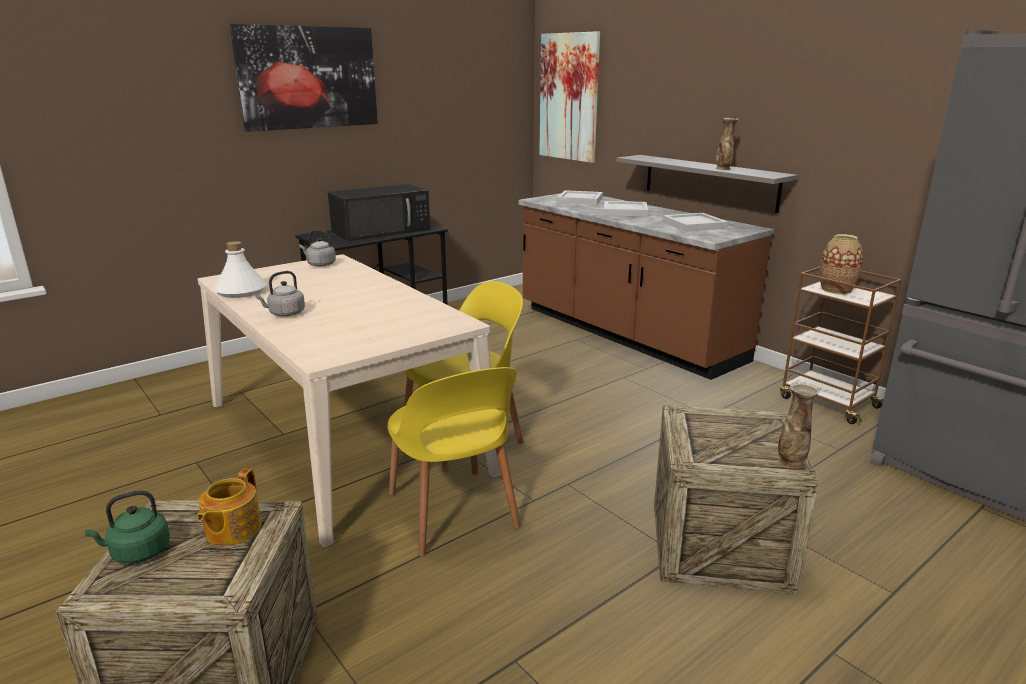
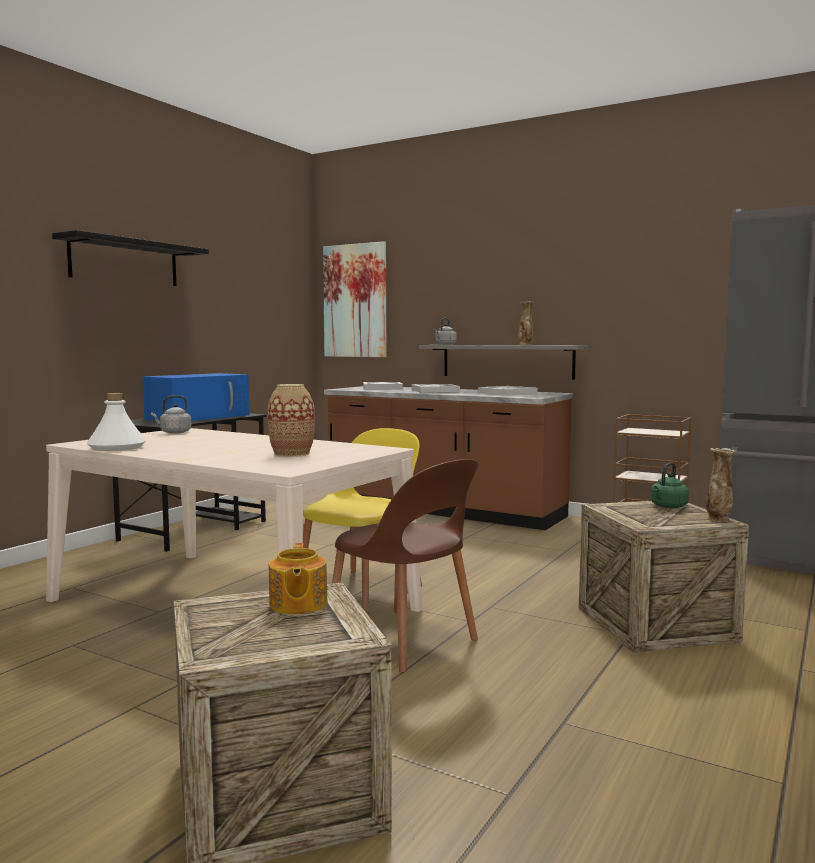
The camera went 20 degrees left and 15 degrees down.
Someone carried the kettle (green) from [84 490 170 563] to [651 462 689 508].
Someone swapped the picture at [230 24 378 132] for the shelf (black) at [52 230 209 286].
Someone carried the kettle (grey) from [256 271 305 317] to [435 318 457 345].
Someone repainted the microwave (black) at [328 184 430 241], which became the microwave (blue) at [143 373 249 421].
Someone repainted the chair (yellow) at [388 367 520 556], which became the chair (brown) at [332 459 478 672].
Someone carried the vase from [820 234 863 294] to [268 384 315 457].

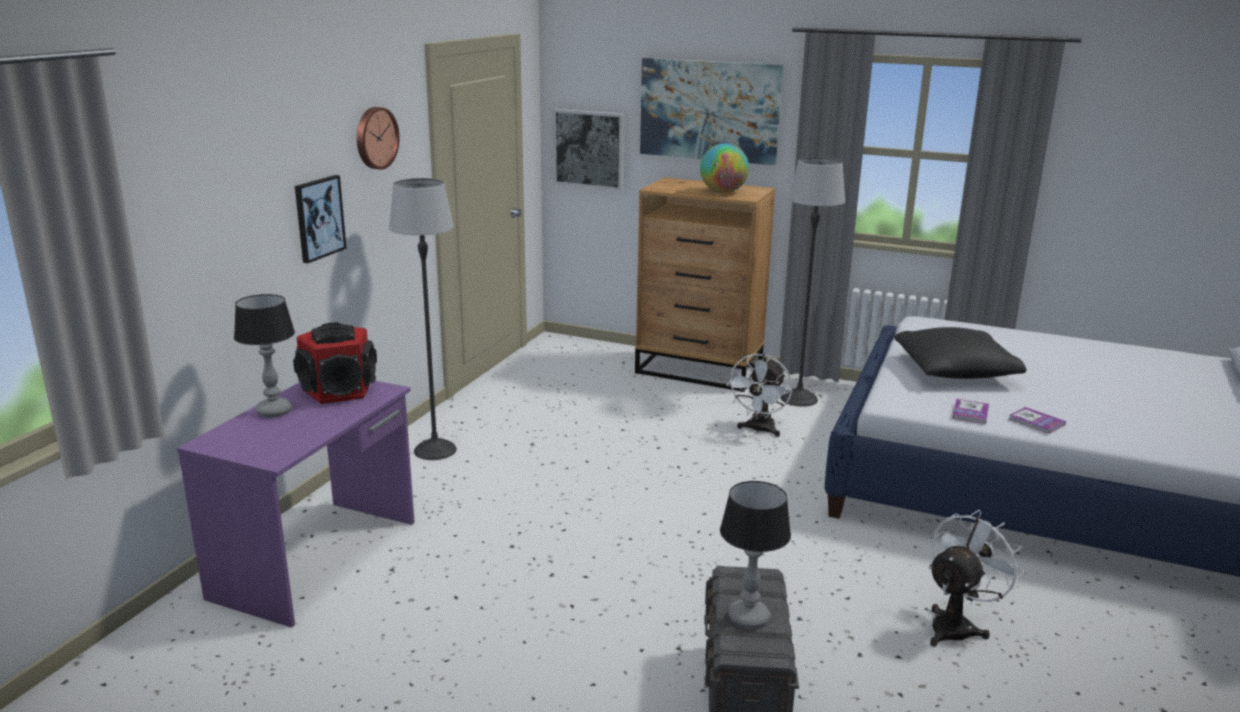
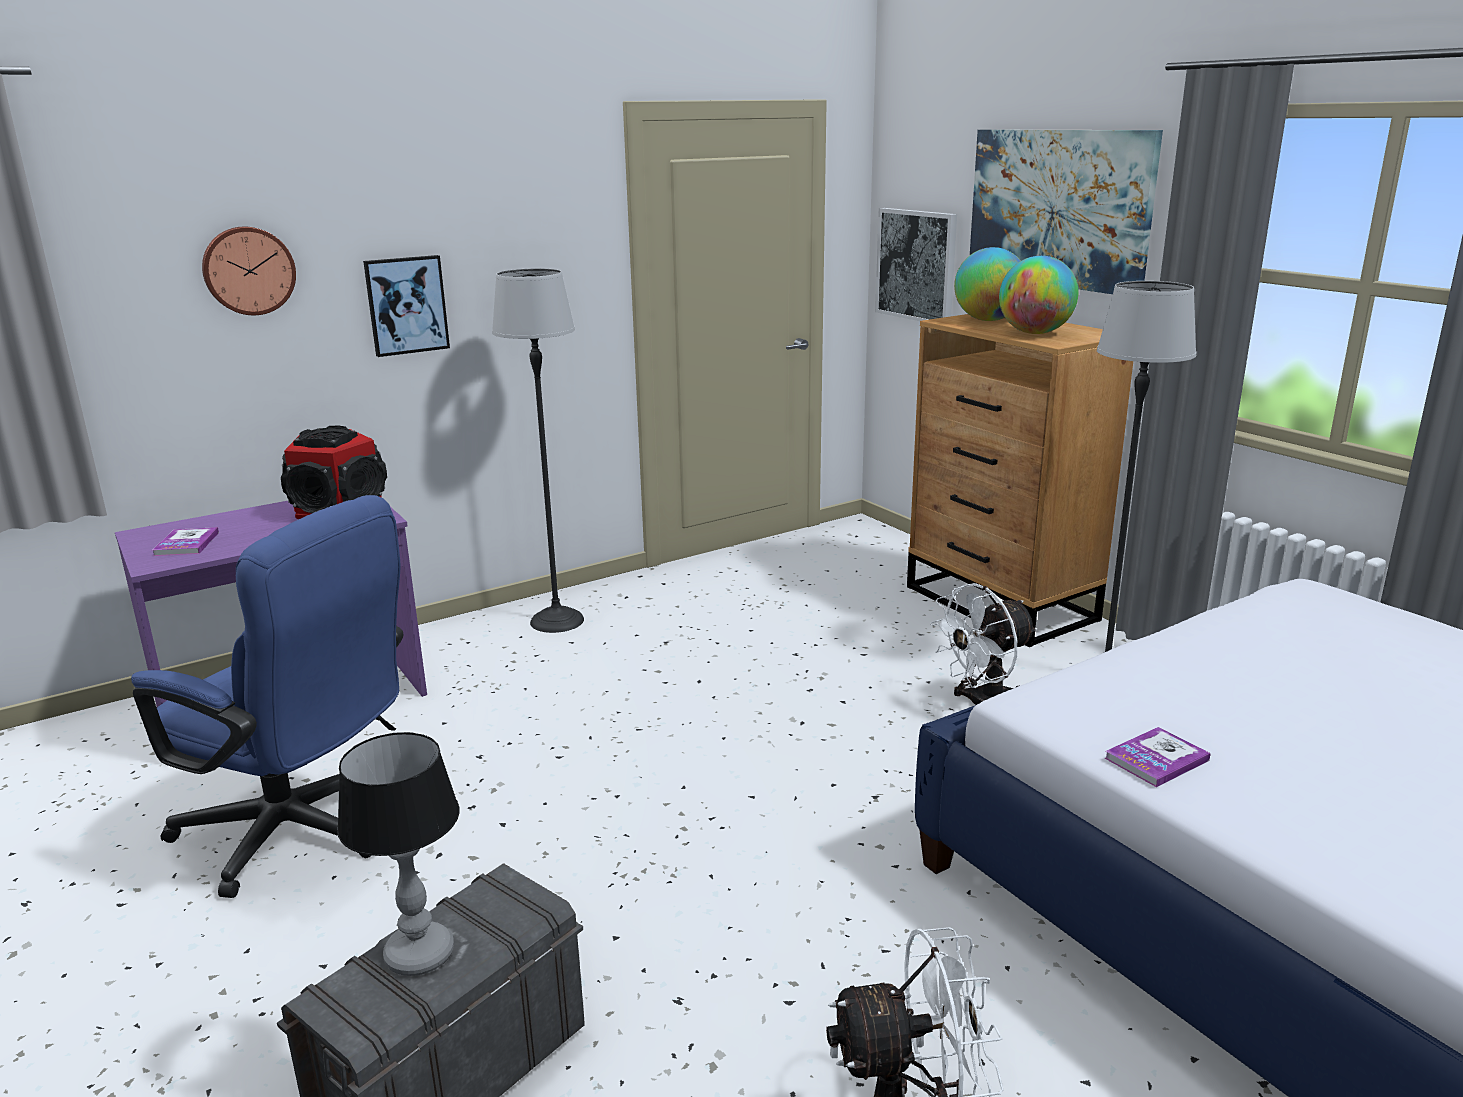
The camera went 35 degrees right and 0 degrees up.
Someone took away the table lamp at [234 294 295 417].
Someone carried the wall clock from [357 107 400 170] to [202 227 296 315].
Someone took away the pillow (black) at [894 327 1026 379].
Someone carried the book from [1009 407 1066 434] to [153 527 219 556].
Someone put down the office chair (blue) at [131 495 404 898].
Someone put down the globe at [954 247 1021 321].

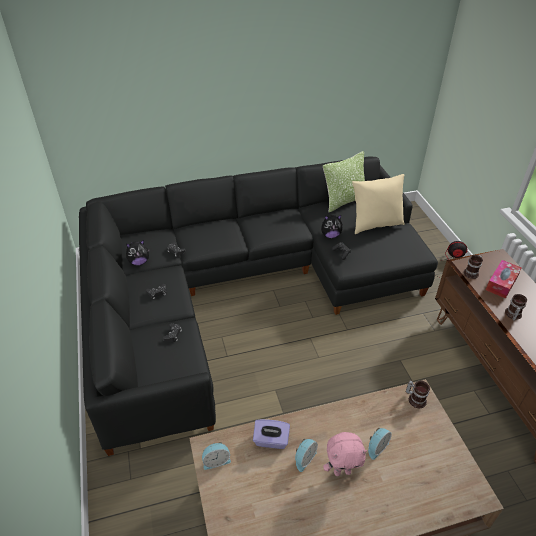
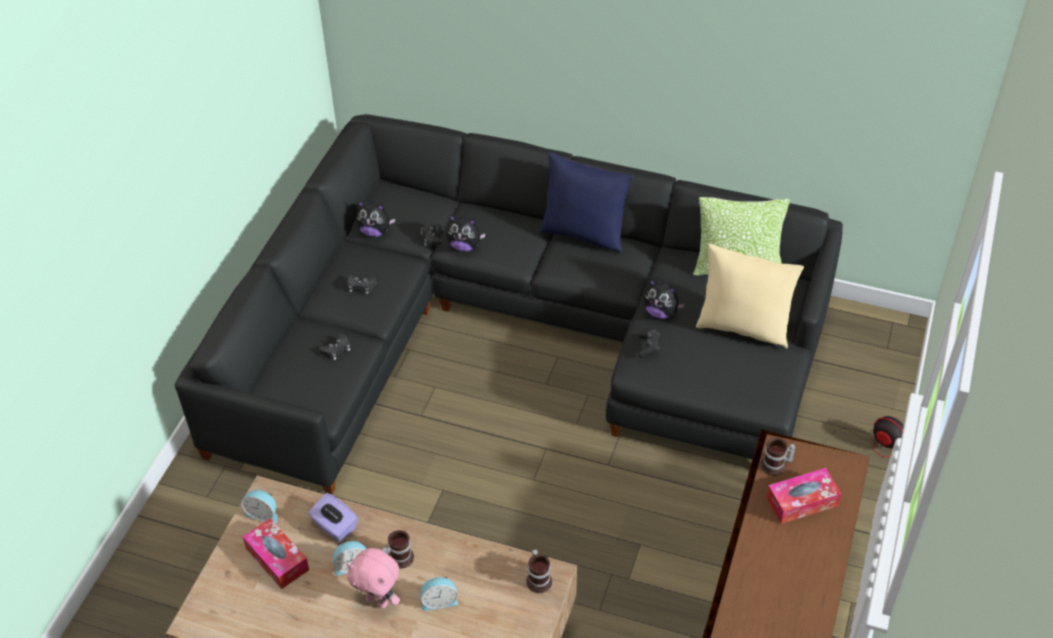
The camera went 35 degrees right and 5 degrees up.
Someone carried the mug from [505 294 527 321] to [381 530 414 569].
Someone put down the tissue box at [242 518 309 589].
Someone put down the plush toy at [447 215 486 252].
Someone put down the pillow (blue) at [540 152 634 254].

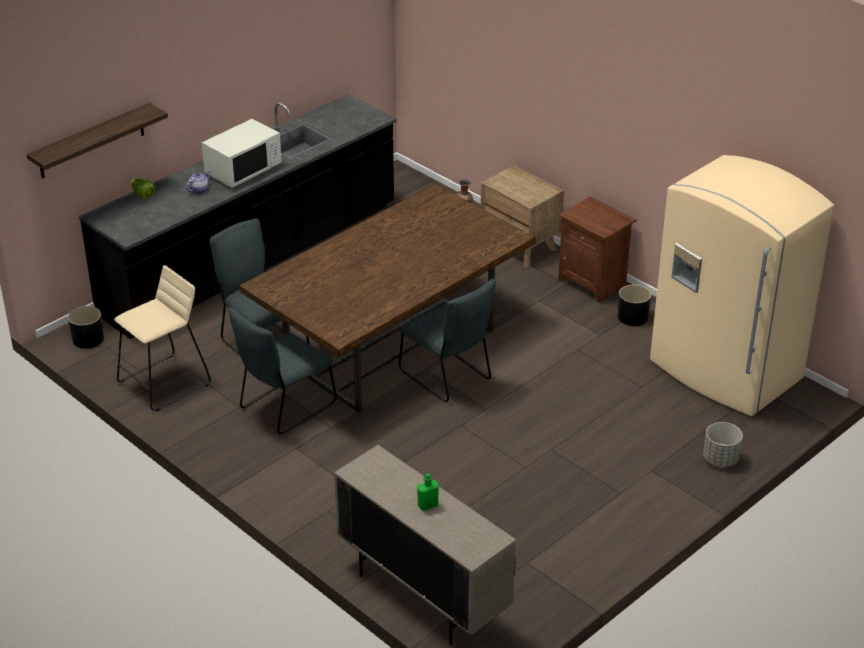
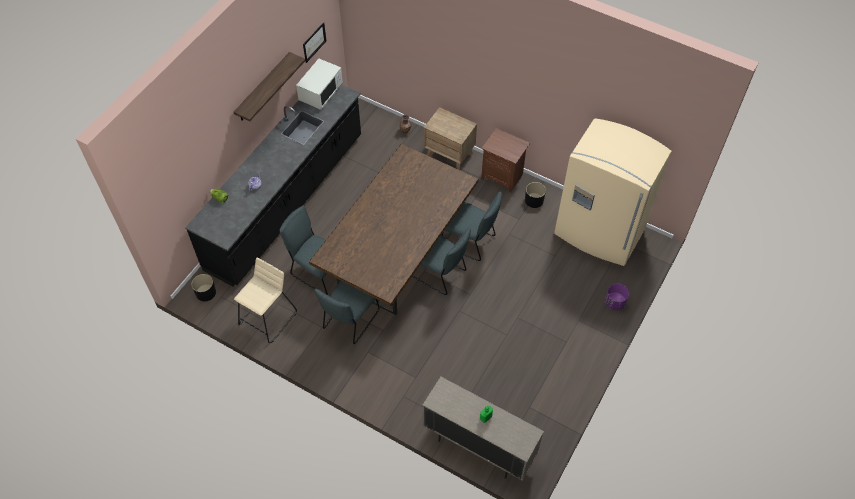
The camera went 15 degrees left and 20 degrees up.
Someone carried the shelf from [26 103 168 179] to [234 52 305 122].
Someone carried the microwave (white) from [202 119 282 188] to [296 59 343 110].
Someone repainted the planter (grey) at [703 422 743 467], which became the planter (purple) at [605 284 629 310].
Someone put up the picture at [303 22 326 63].
Someone put down the chair (grey) at [441 192 502 261].

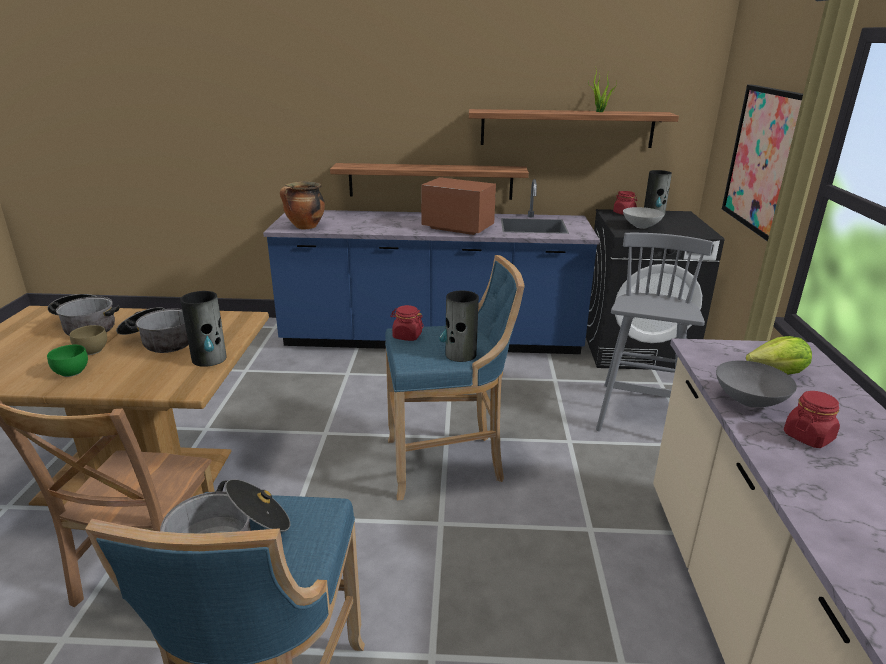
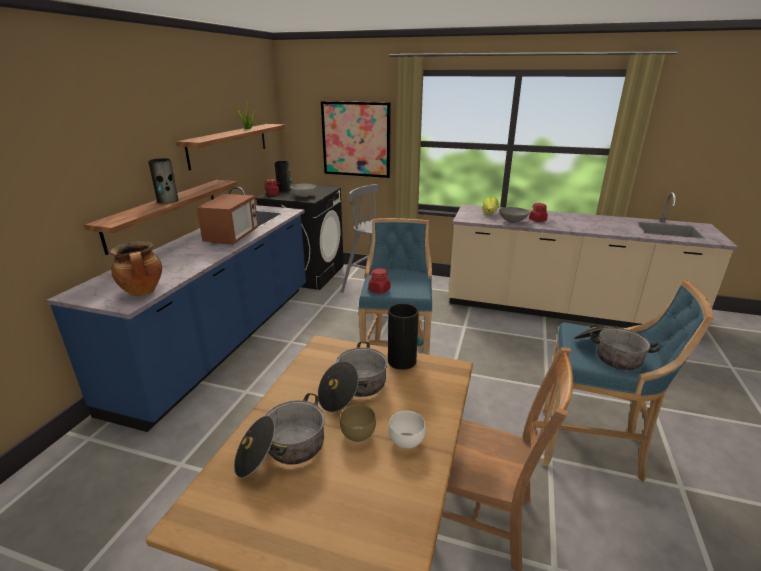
The camera went 75 degrees left and 0 degrees up.
Someone repainted the bowl (green) at [47 345 88 377], which became the bowl (white) at [389 411 425 449].
Someone rotated the microwave at [421 177 496 235] by 150 degrees clockwise.
Someone carried the vase from [439 291 479 362] to [148 158 178 204].

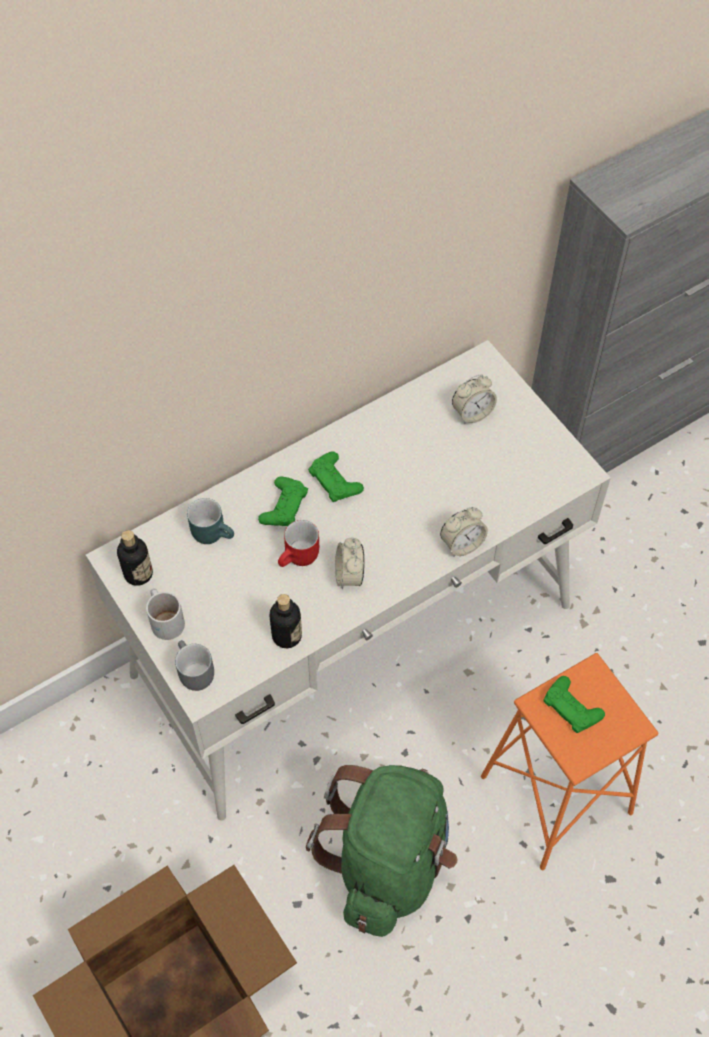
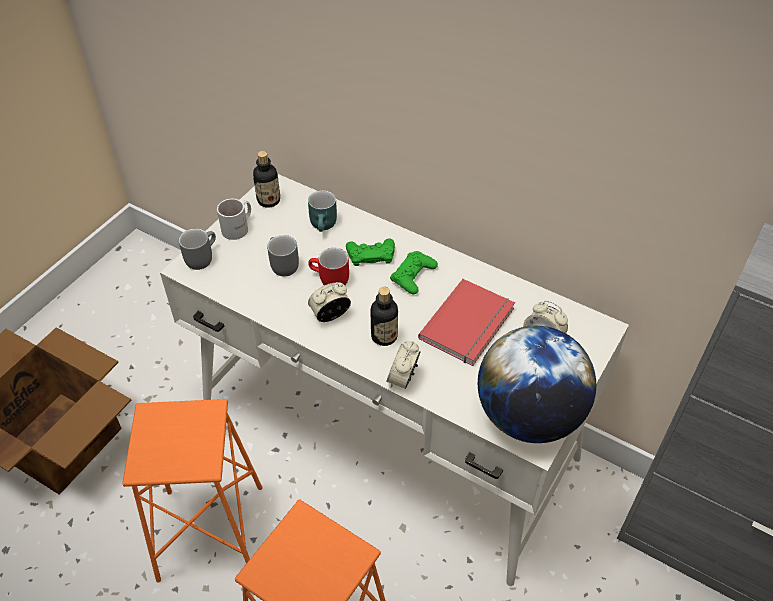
The camera went 65 degrees right and 10 degrees down.
Someone carried the bottle from [269 594 302 648] to [371 287 398 346].
Someone swapped the backpack (green) at [306 765 457 937] for the stool (orange) at [122 399 262 582].
Someone rotated the alarm clock at [440 507 488 557] by 75 degrees clockwise.
Someone took away the game controller (green) at [543 676 605 733].
Someone put down the mug (grey) at [267 235 299 277].
Someone put down the book (red) at [418 279 515 366].
Someone put down the globe at [478 326 596 443].

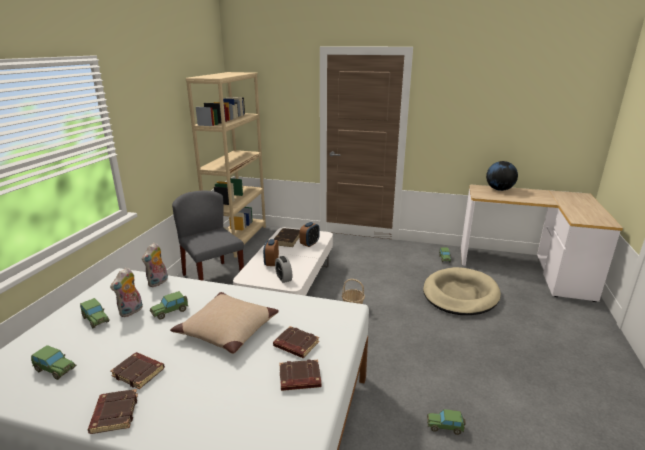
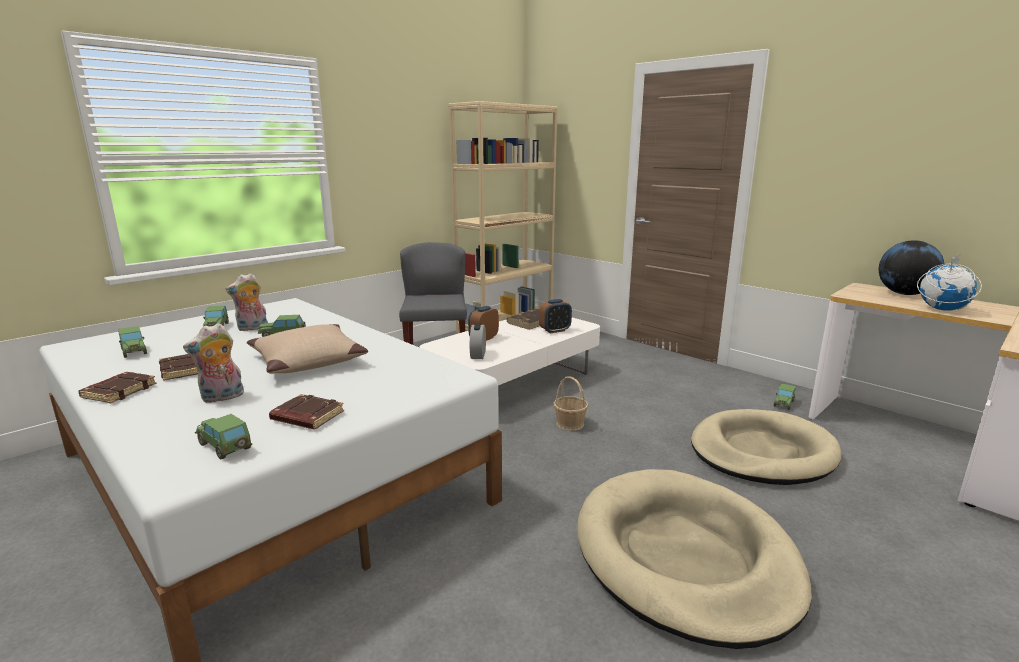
The camera went 30 degrees right and 5 degrees down.
Someone carried the plush toy from [142 242 168 287] to [183 323 244 403].
Someone took away the book (brown) at [273 326 319 358].
Someone carried the toy car from [427 409 466 435] to [195 414 252 459].
Someone put down the dog bed (beige) at [577 469 812 649].
Someone put down the globe at [917 254 982 311].

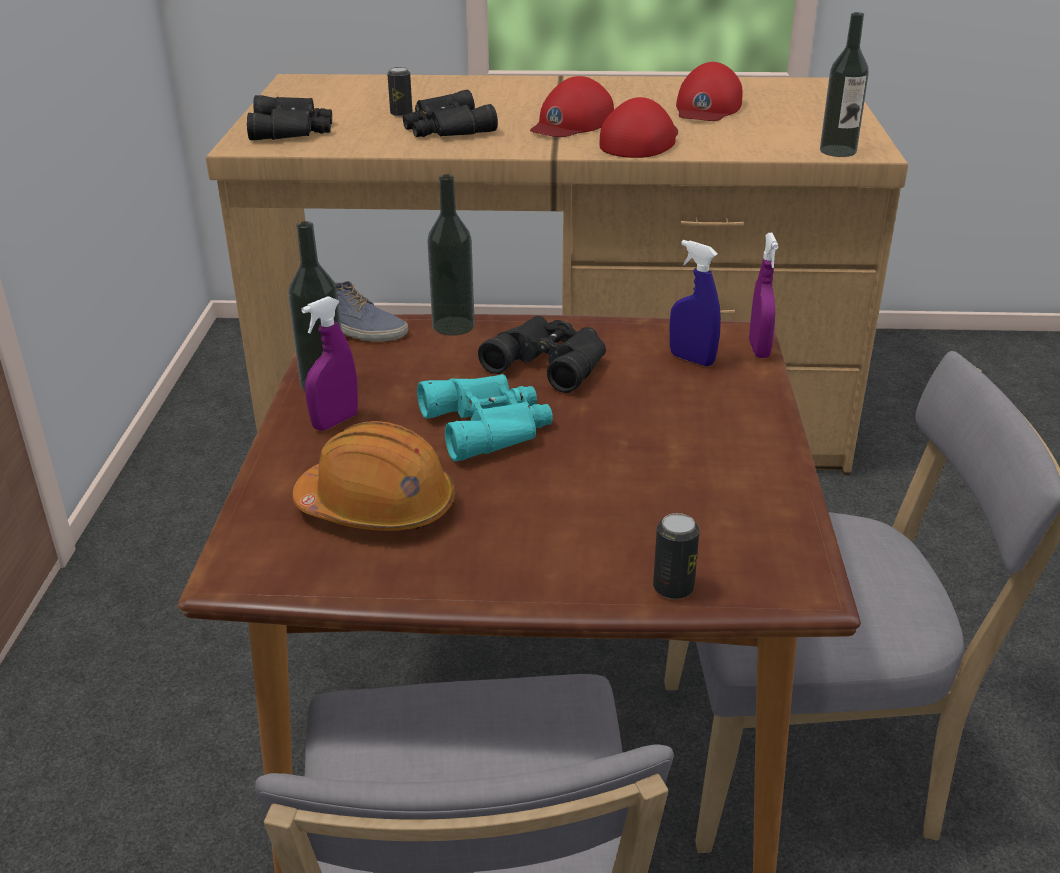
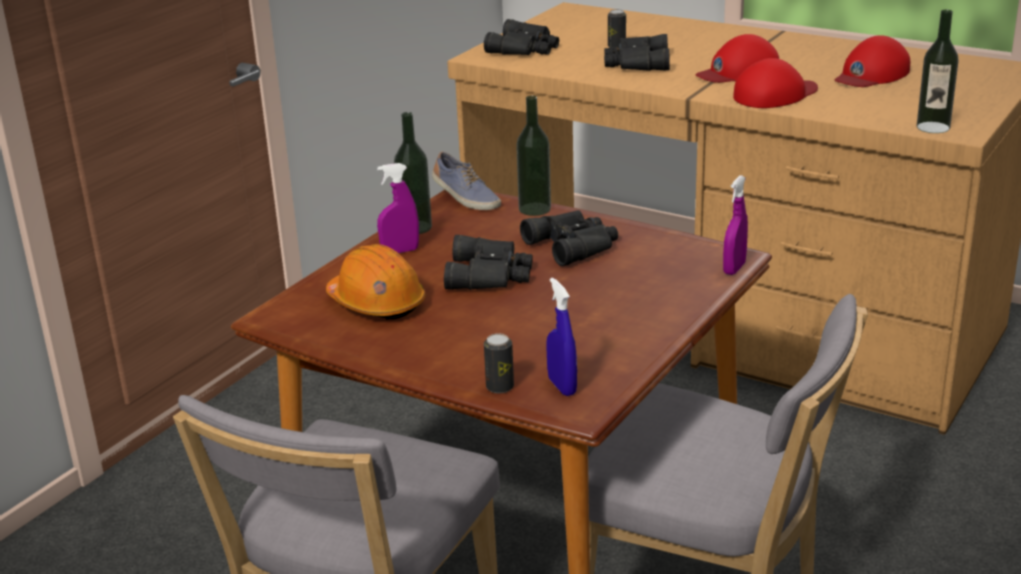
The camera went 30 degrees right and 5 degrees down.
Someone repainted the binoculars (turquoise) at [417 374 553 461], which became the binoculars (black) at [444 235 533 290].
Someone carried the spray bottle (blue) from [670 240 721 366] to [546 278 577 396].

